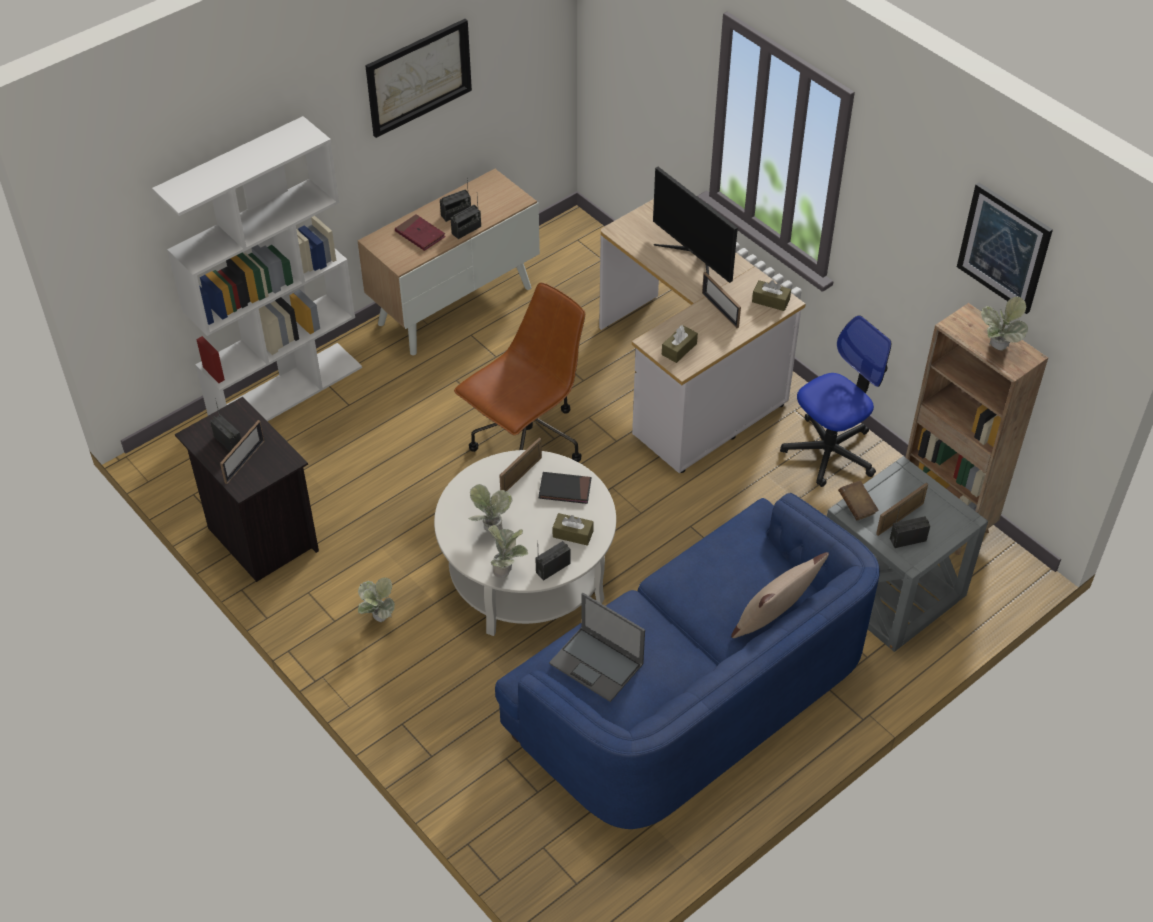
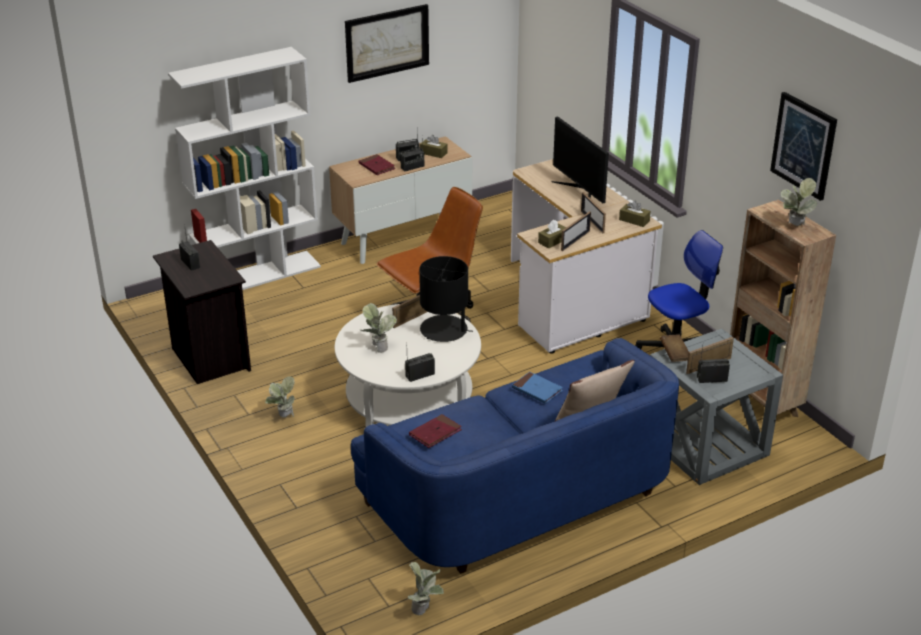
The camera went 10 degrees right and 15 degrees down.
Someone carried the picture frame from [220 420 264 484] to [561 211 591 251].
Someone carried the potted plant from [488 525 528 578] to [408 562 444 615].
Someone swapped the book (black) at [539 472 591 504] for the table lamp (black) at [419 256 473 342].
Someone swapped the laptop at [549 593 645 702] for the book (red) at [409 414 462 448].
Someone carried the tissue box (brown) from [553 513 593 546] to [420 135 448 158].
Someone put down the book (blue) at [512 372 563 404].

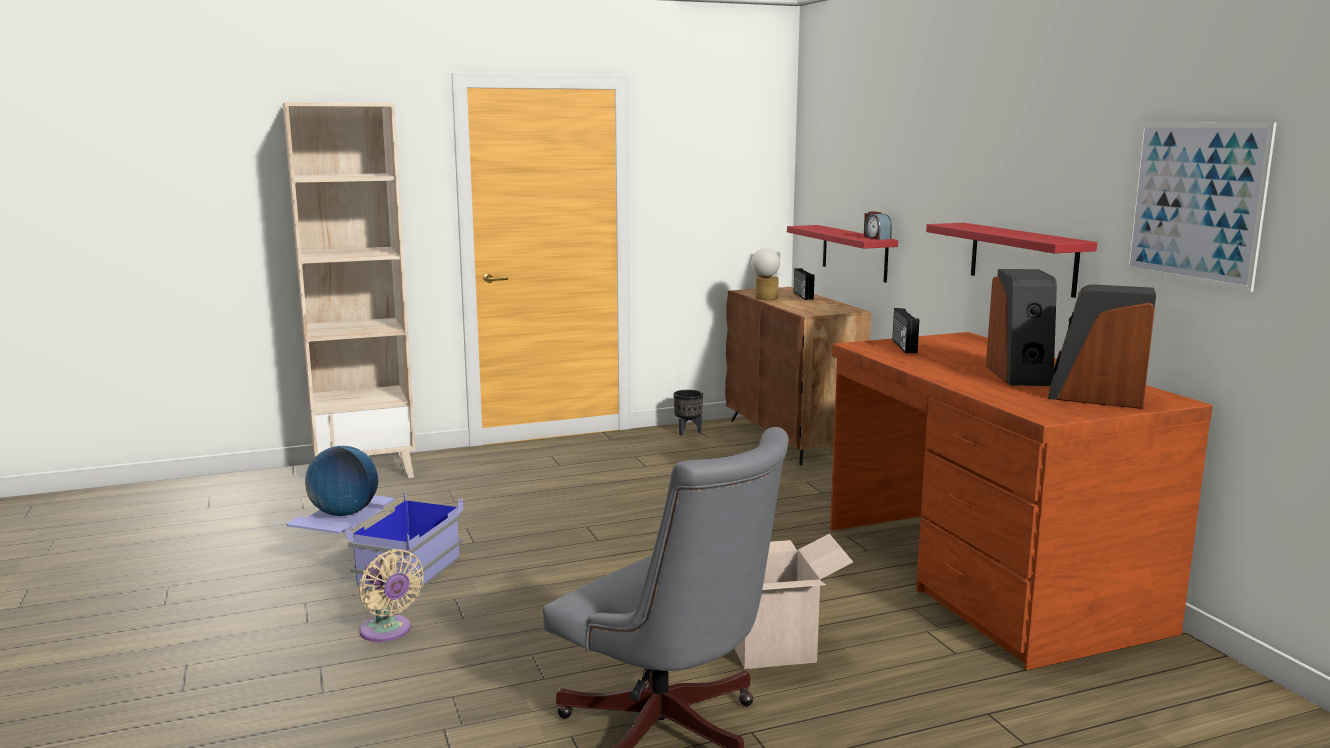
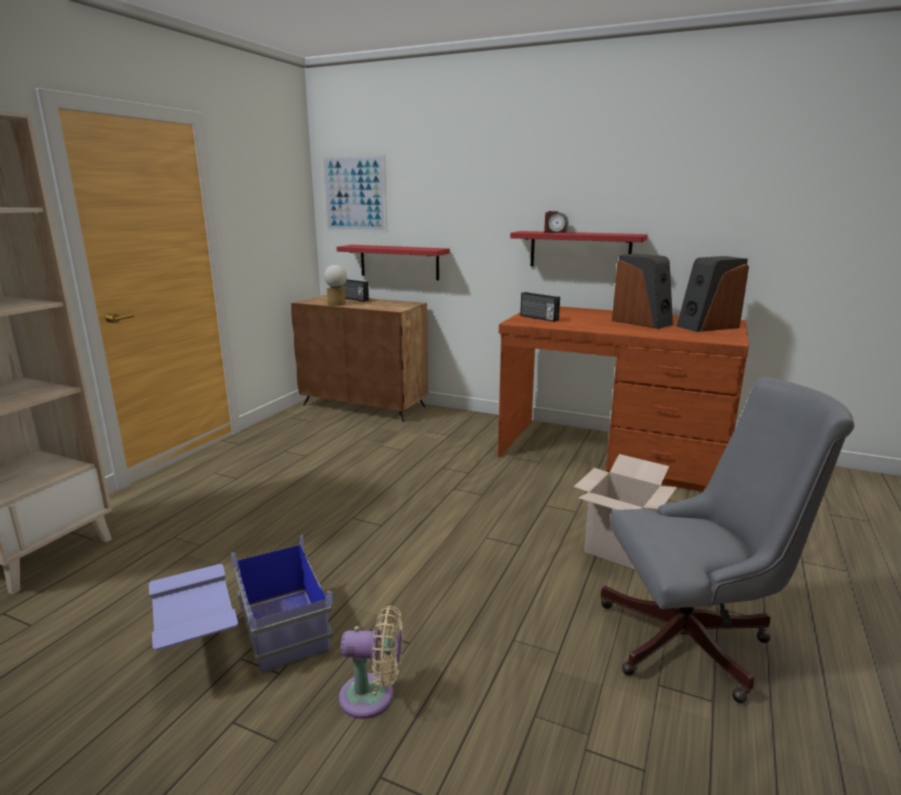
The camera went 45 degrees left and 5 degrees up.
Someone took away the globe at [305 446 378 516].
Someone took away the planter (black) at [674 390 703 436].
Someone carried the alarm clock from [864 212 892 240] to [544 211 569 233].
Someone carried the picture from [1125 122 1277 292] to [322 155 387 232].

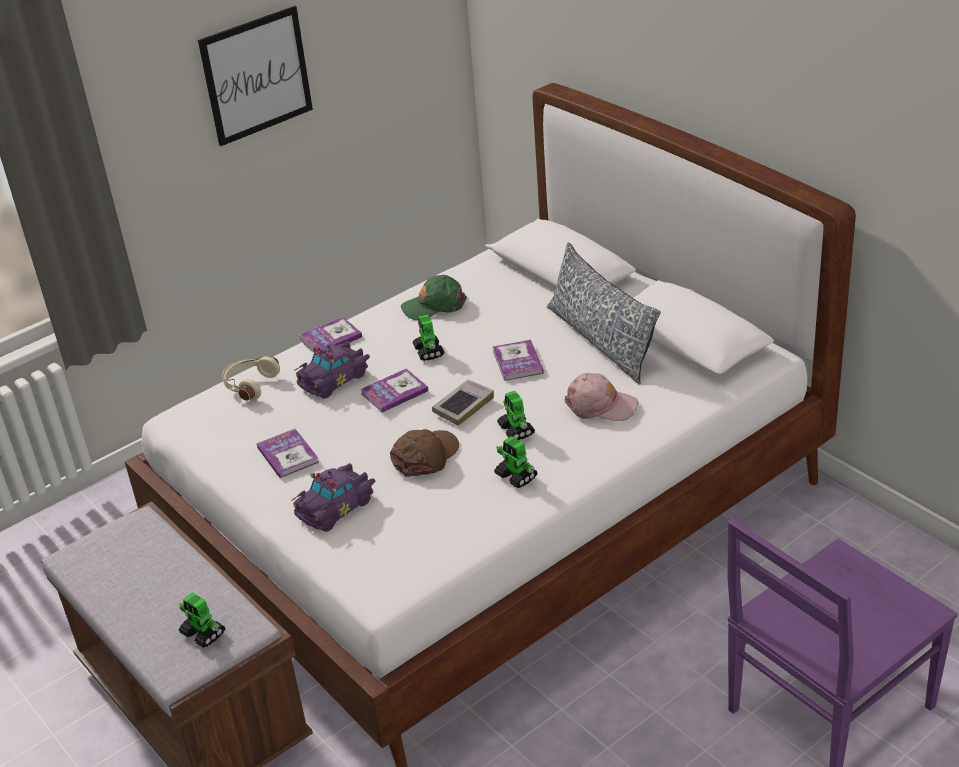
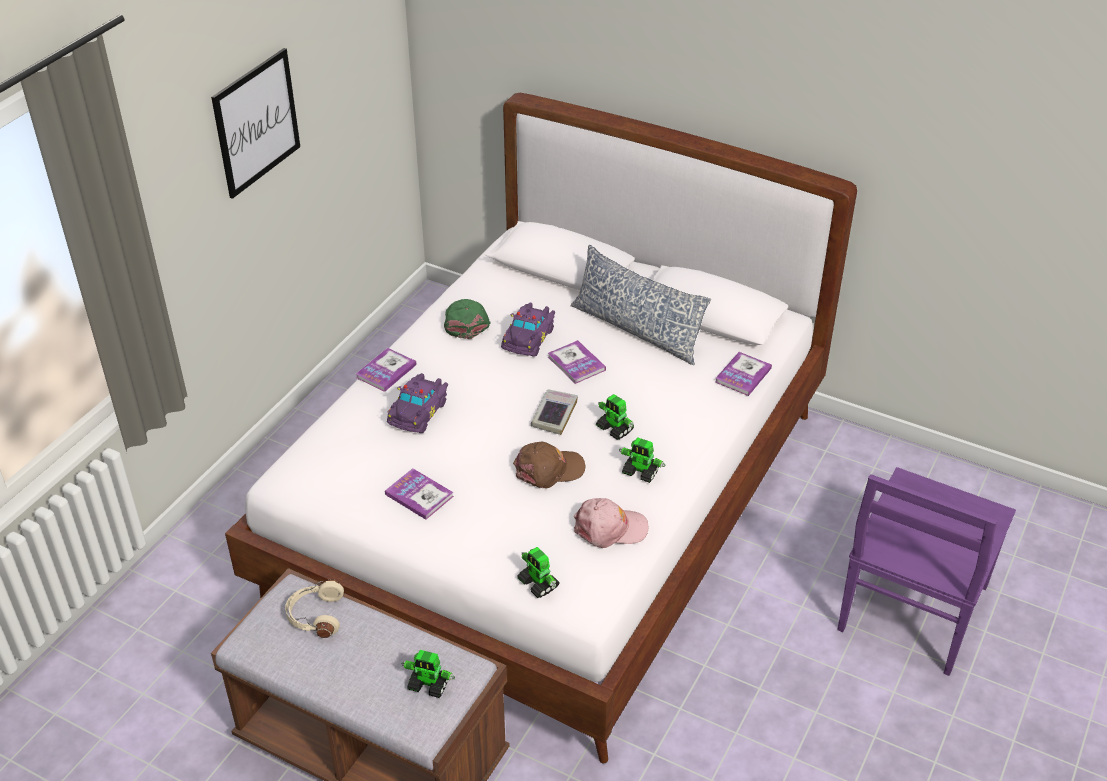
The camera went 25 degrees left and 5 degrees up.
Someone carried the headphones (beige) from [222 357 280 401] to [285 579 344 638].
Someone carried the toy car (purple) from [291 463 376 532] to [501 302 555 357].
Someone carried the book from [360 369 428 413] to [715 352 772 396].
Someone rotated the cap (brown) at [390 429 459 477] by 60 degrees clockwise.
Someone rotated the cap (green) at [401 275 467 320] by 120 degrees clockwise.
Someone carried the toy robot from [413 314 444 361] to [517 547 559 598].
Someone carried the cap (pink) from [565 373 638 421] to [573 498 649 548].

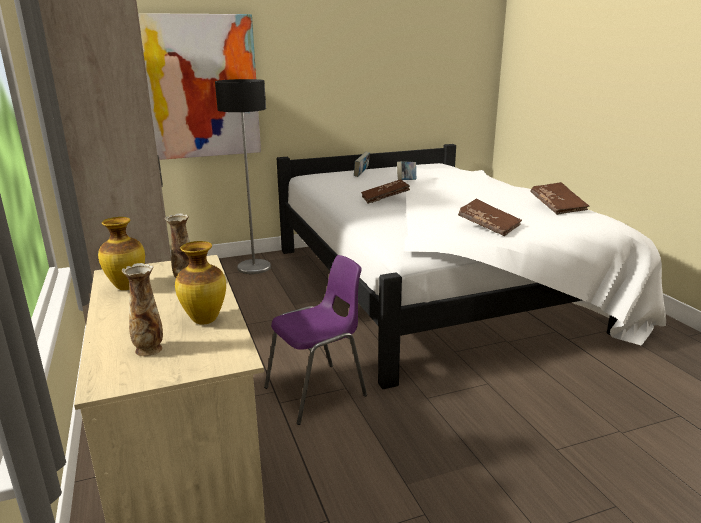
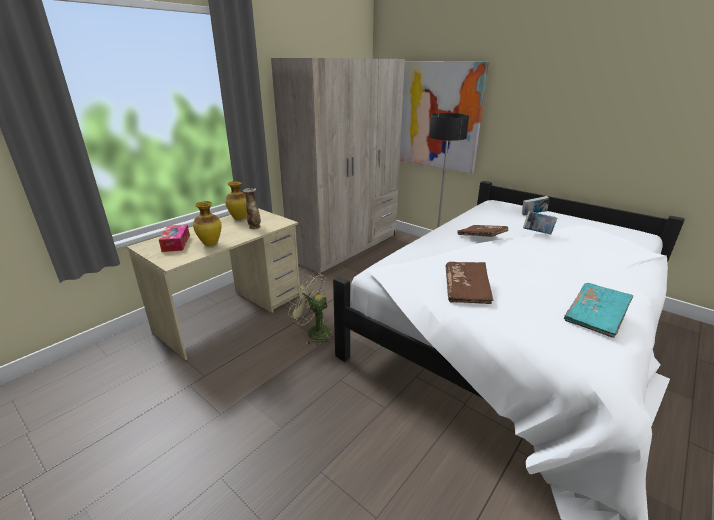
The camera went 60 degrees right and 5 degrees up.
Someone swapped the vase at [122 263 163 356] for the tissue box at [159 224 190 252].
Someone swapped the chair (purple) at [264 255 367 425] for the fan (green) at [288 272 334 346].
Someone repainted the book (brown) at [530 182 589 215], which became the book (turquoise) at [564 283 633 338].

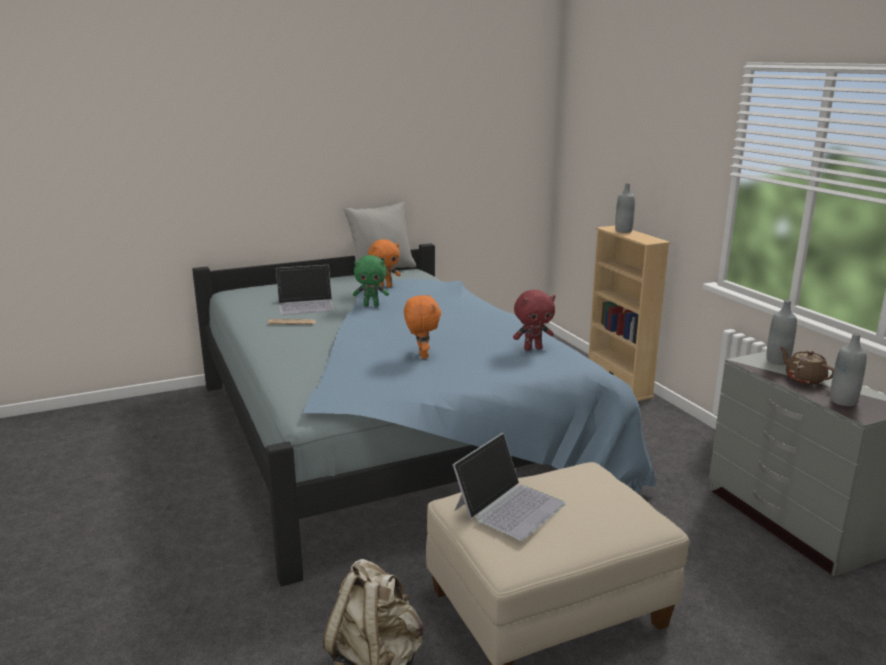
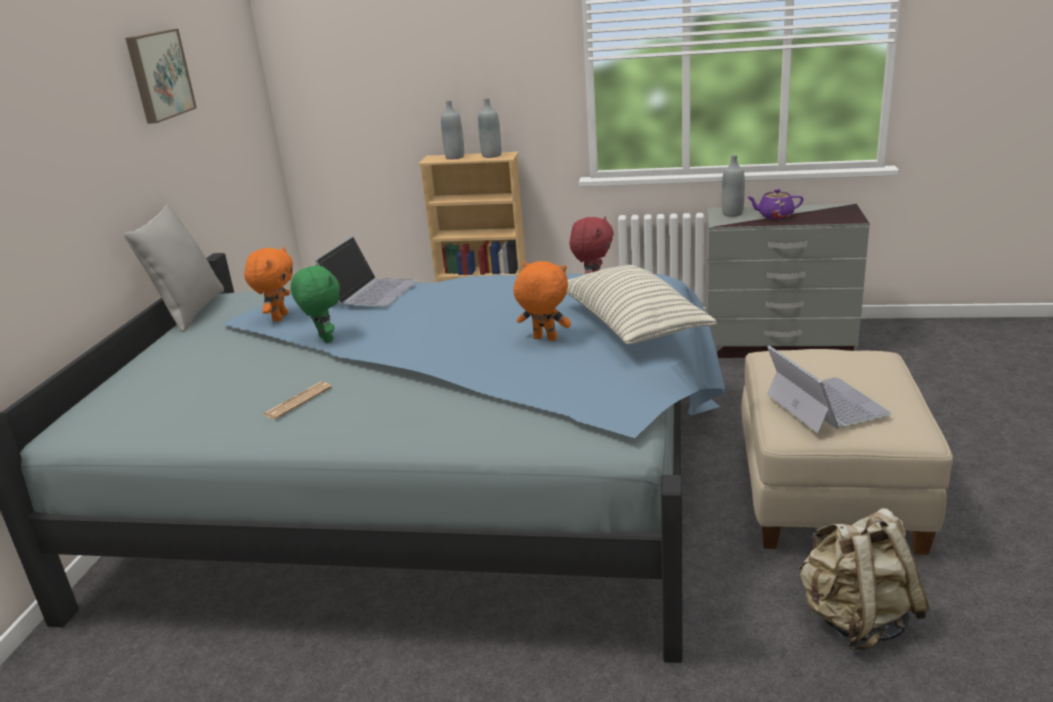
The camera went 55 degrees left and 5 degrees up.
Someone carried the laptop from [276 265 335 315] to [315 237 418 307].
Someone rotated the plush toy (green) at [353 255 389 306] by 60 degrees counterclockwise.
Someone repainted the teapot (brown) at [780 347 834 384], which became the teapot (purple) at [747 189 804 219].
Someone carried the bottle (grey) from [830 333 867 406] to [478 98 501 158].
Someone put up the picture at [125 29 197 124].
Someone put down the pillow at [567 265 717 344].

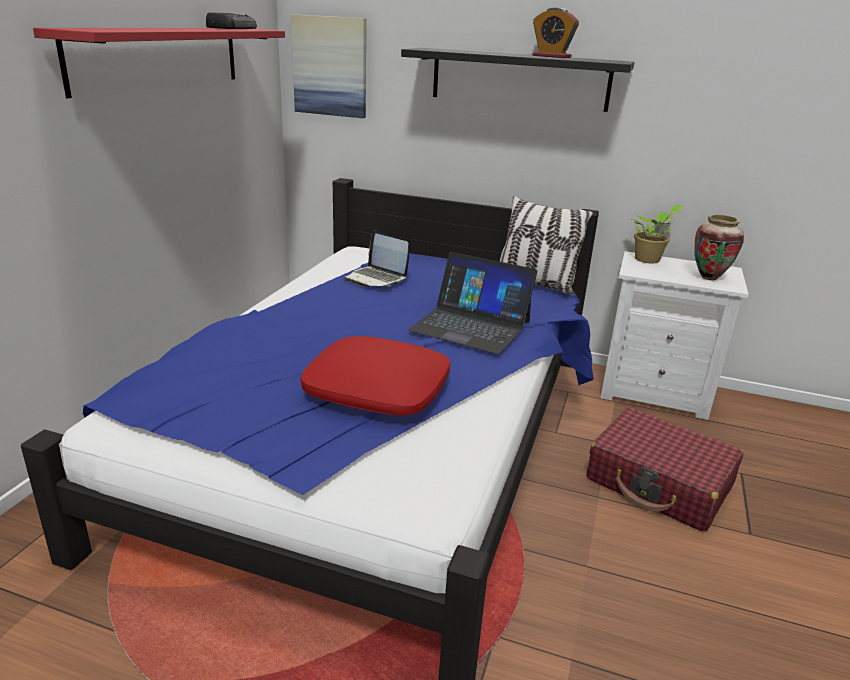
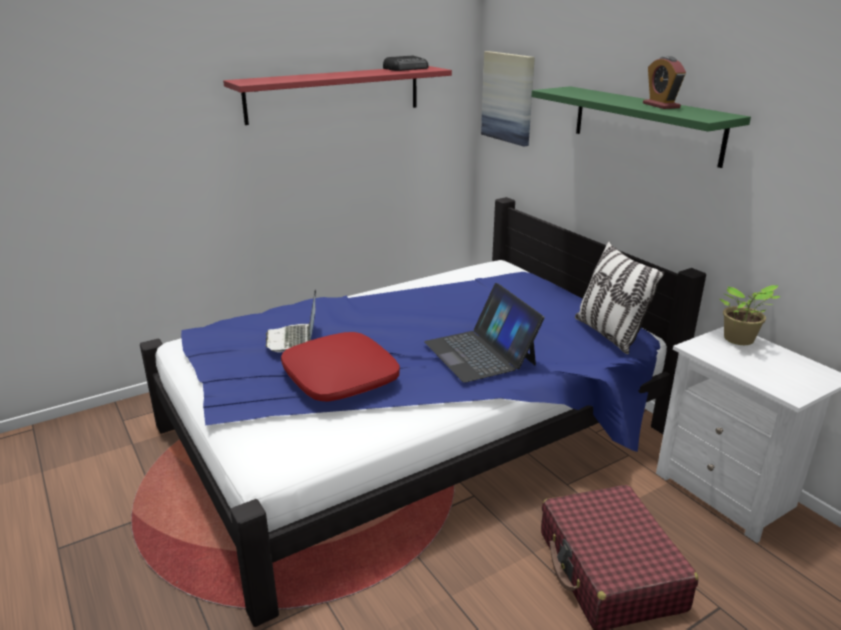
The camera went 40 degrees right and 0 degrees up.
Someone carried the laptop from [344 230 409 287] to [266 289 316 352].
Someone repainted the shelf (black) at [401 48 635 112], which became the shelf (green) at [531 86 751 168].
Someone took away the vase at [694 214 744 280].

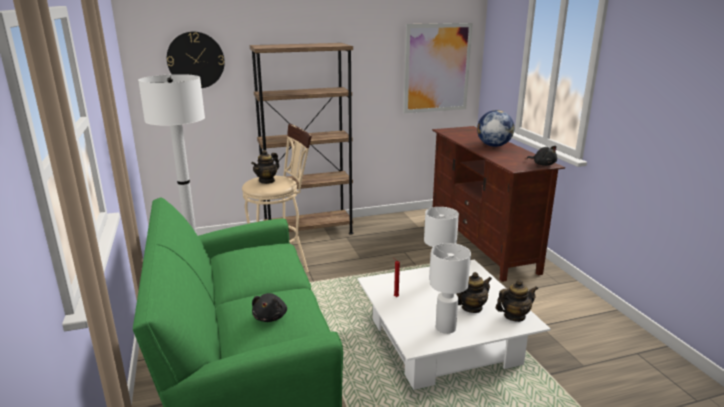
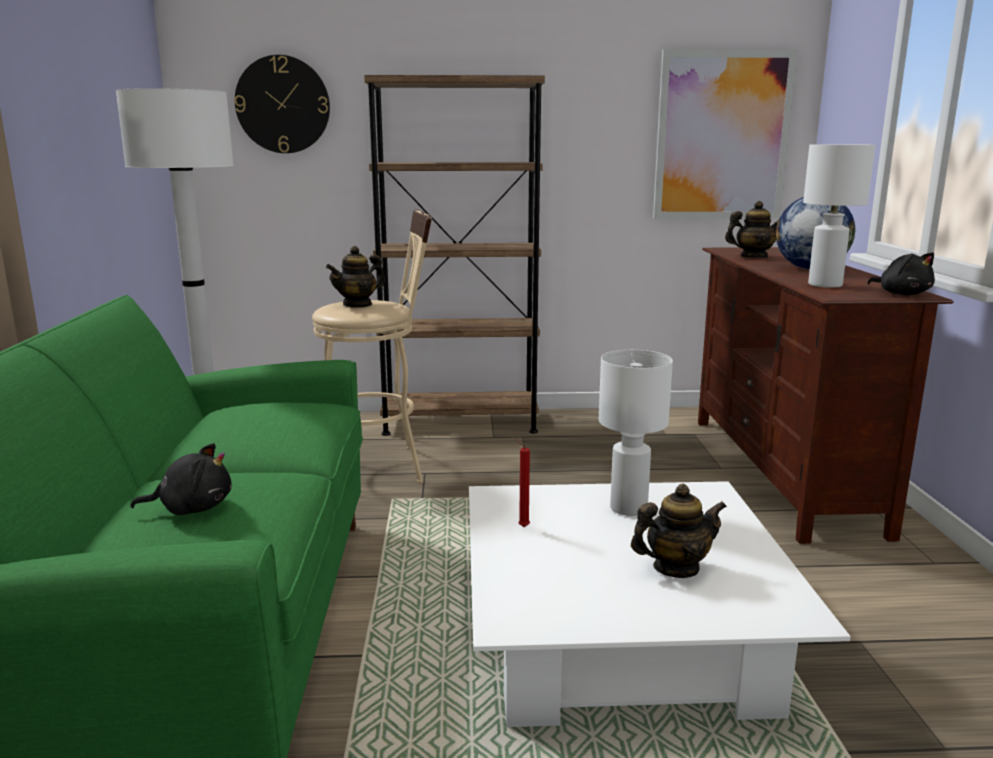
The camera went 15 degrees right and 5 degrees down.
Someone rotated the plush toy (black) at [252 293 287 322] by 120 degrees counterclockwise.
Someone carried the table lamp (white) from [430 243 471 334] to [803 144 875 288].
Someone carried the teapot from [496 280 538 322] to [725 201 779 258].

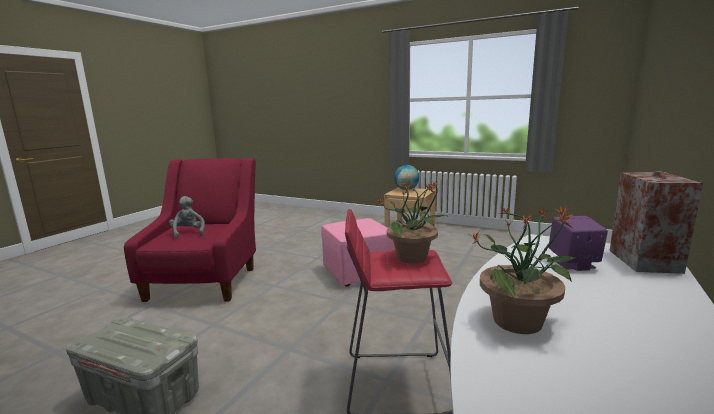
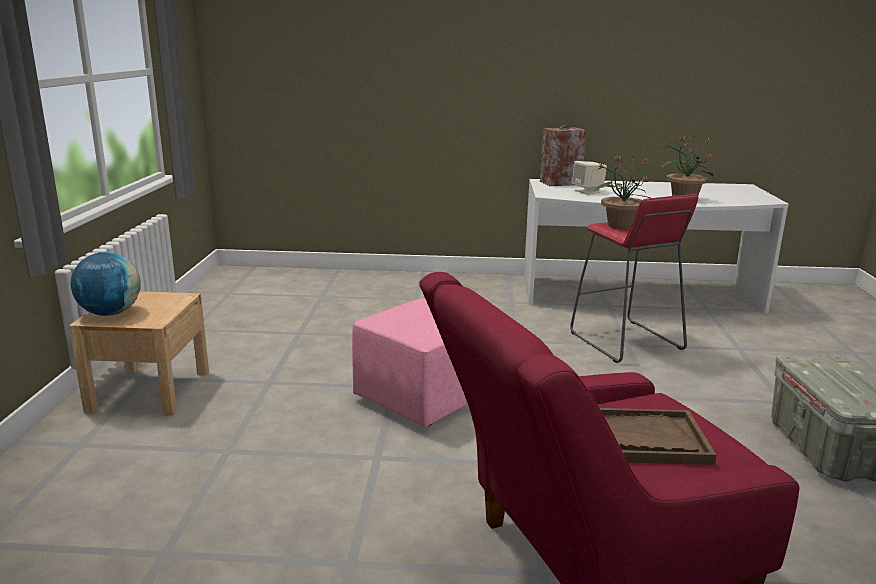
The camera went 115 degrees left and 5 degrees up.
Someone swapped the plush toy (grey) at [169 196 205 239] for the tray (brown) at [600 408 716 465].
Someone repainted the speaker (purple) at [548 216 608 271], which became the speaker (beige) at [572 161 607 194].

